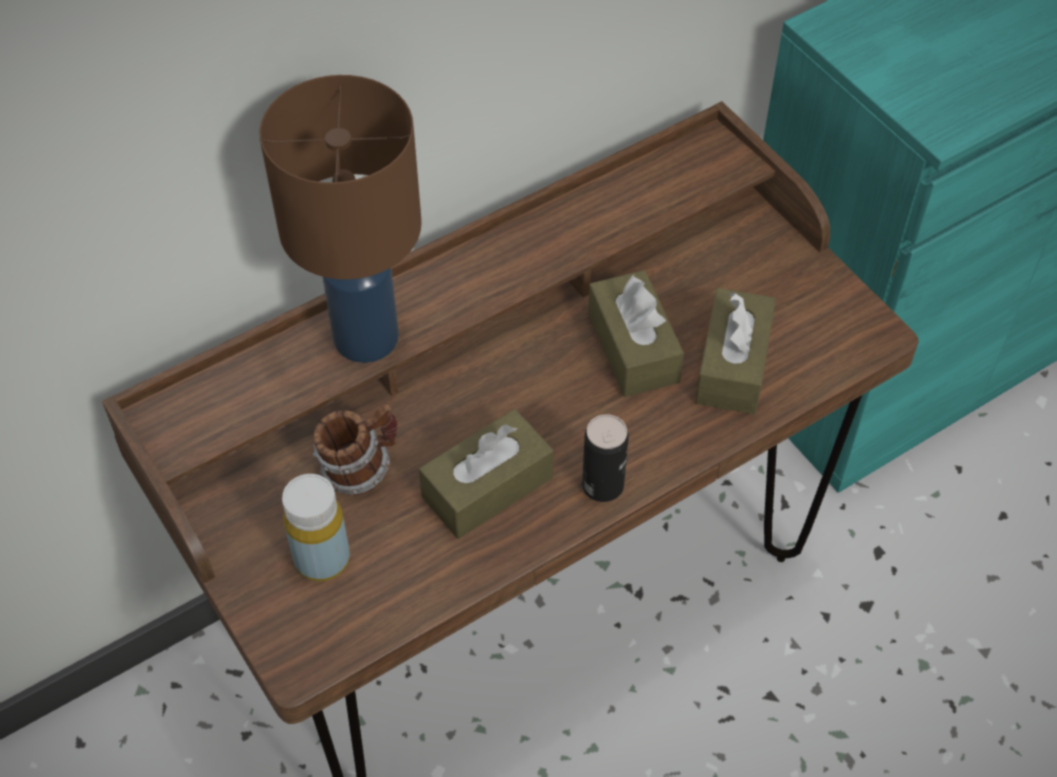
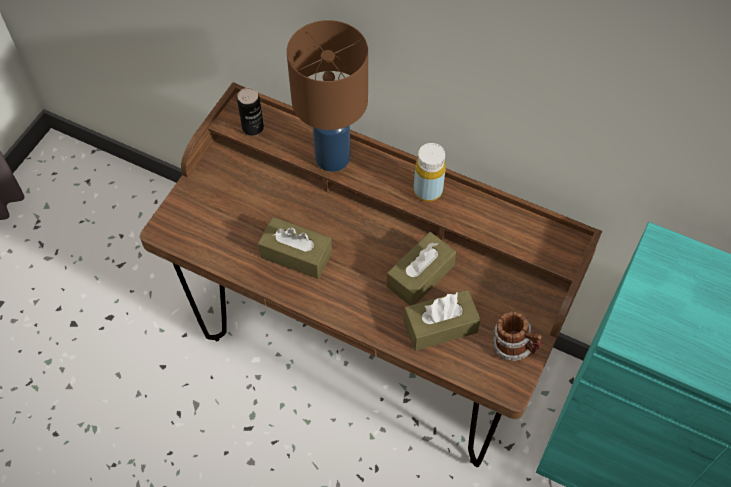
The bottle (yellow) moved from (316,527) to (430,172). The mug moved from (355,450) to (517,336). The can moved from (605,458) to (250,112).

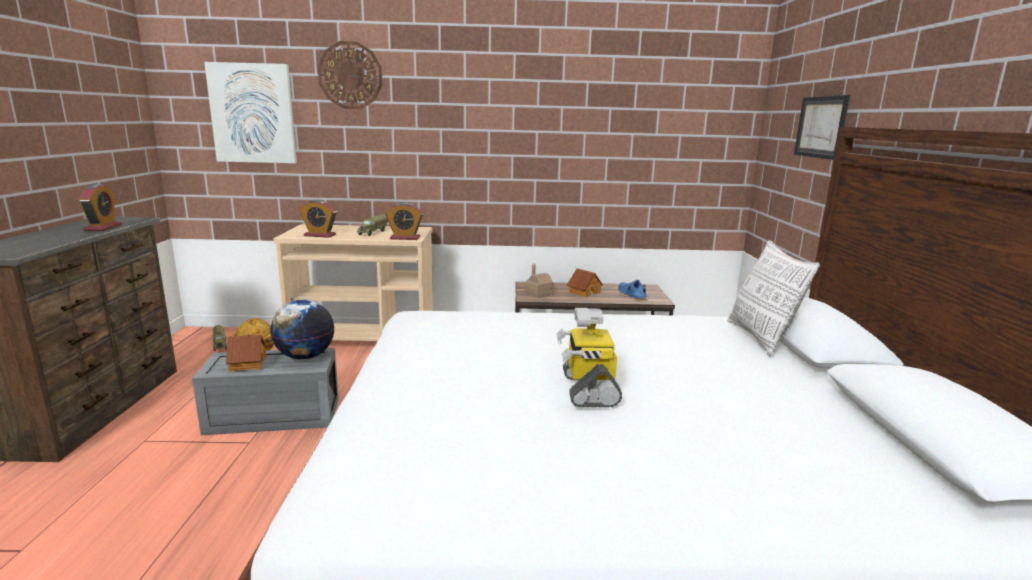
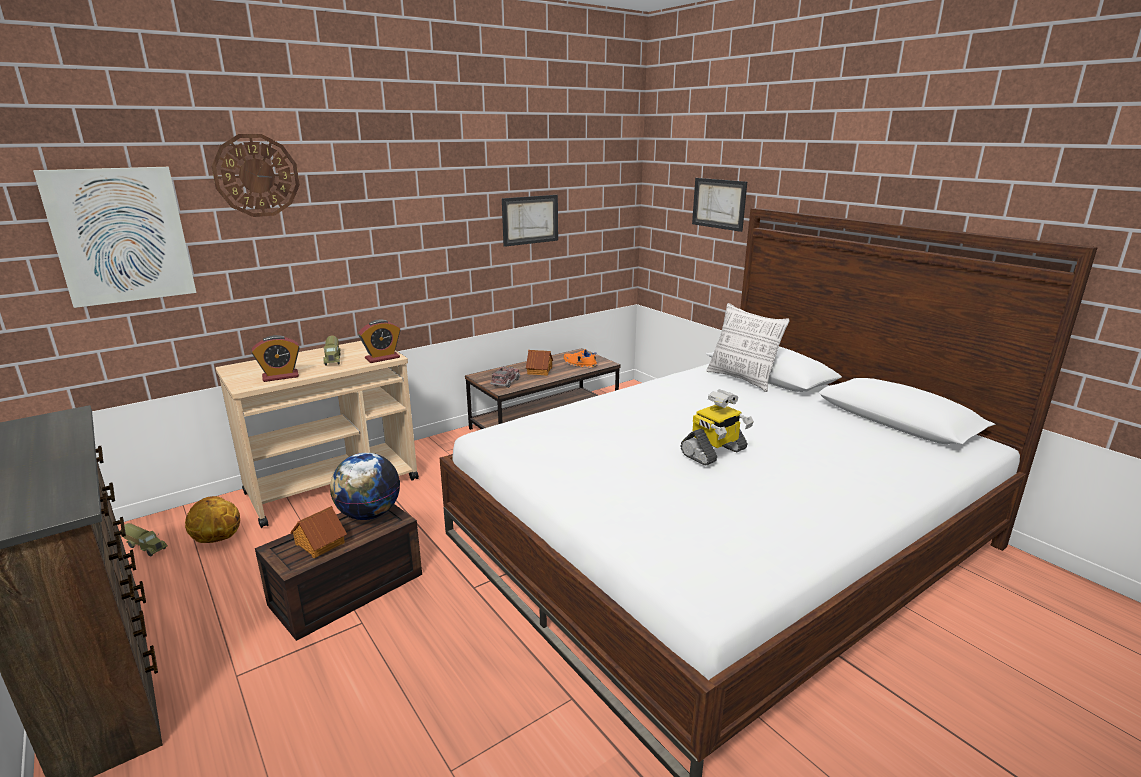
The alarm clock at (100,207) disappeared. The storage box (grey) at (265,391) became the storage box (brown) at (338,572). The toy house at (539,280) was replaced by the toy truck at (505,377). The toy robot at (589,358) turned 90 degrees counterclockwise. The shoe (blue) at (632,290) became the shoe (orange) at (580,358). The picture at (530,221) appeared.

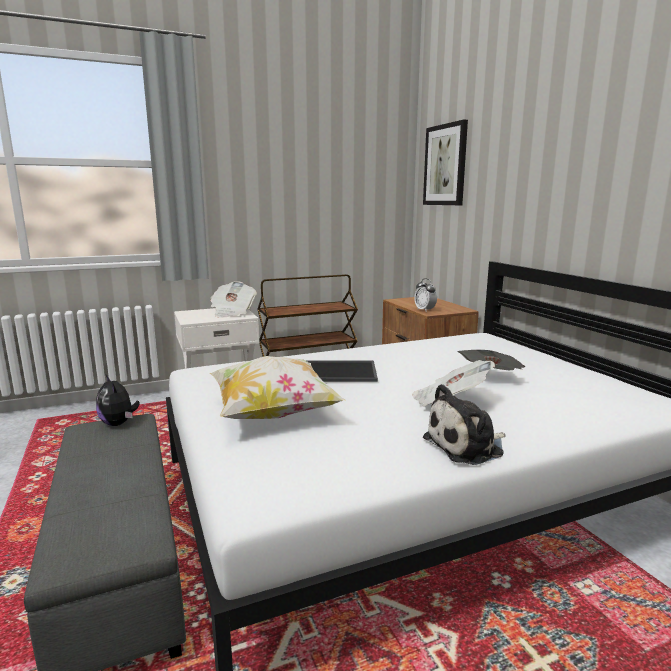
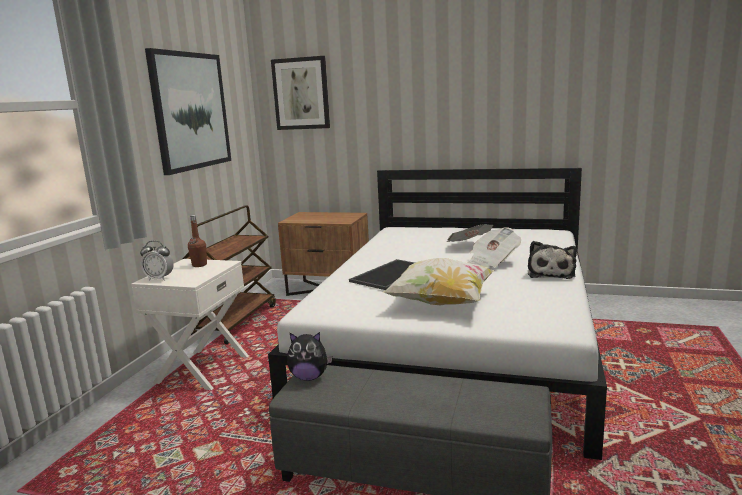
The newspaper at (233,299) was replaced by the bottle (brown) at (197,241). The alarm clock moved from (425,295) to (157,261). The picture at (188,111) appeared.

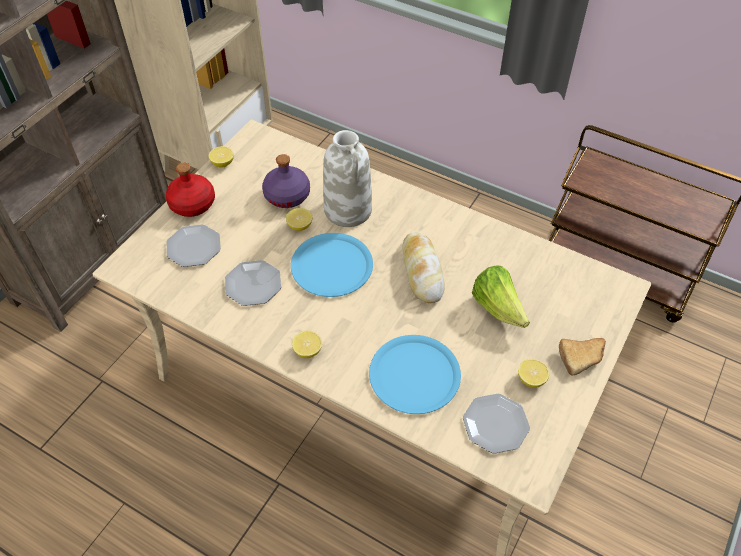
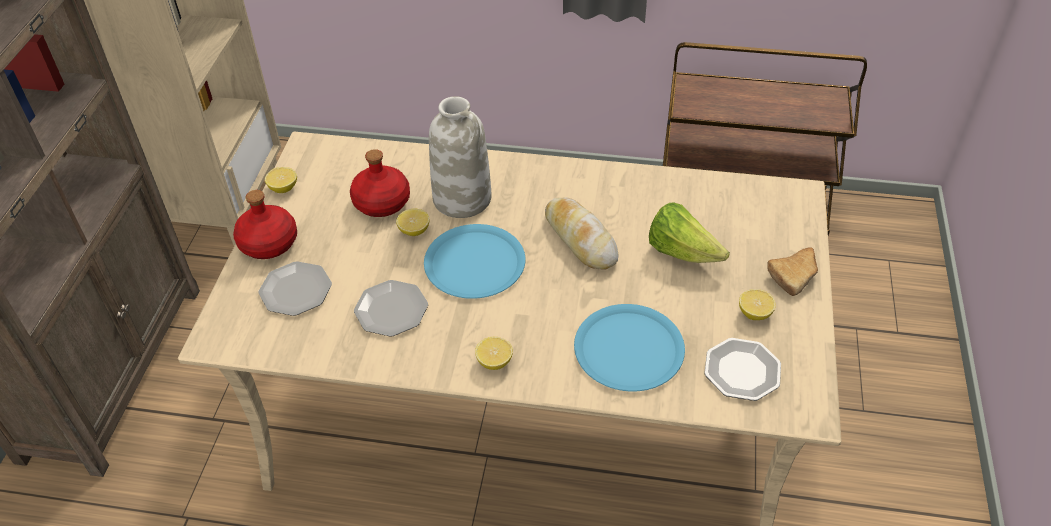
The bottle (purple) at (286,181) became the bottle (red) at (380,183).

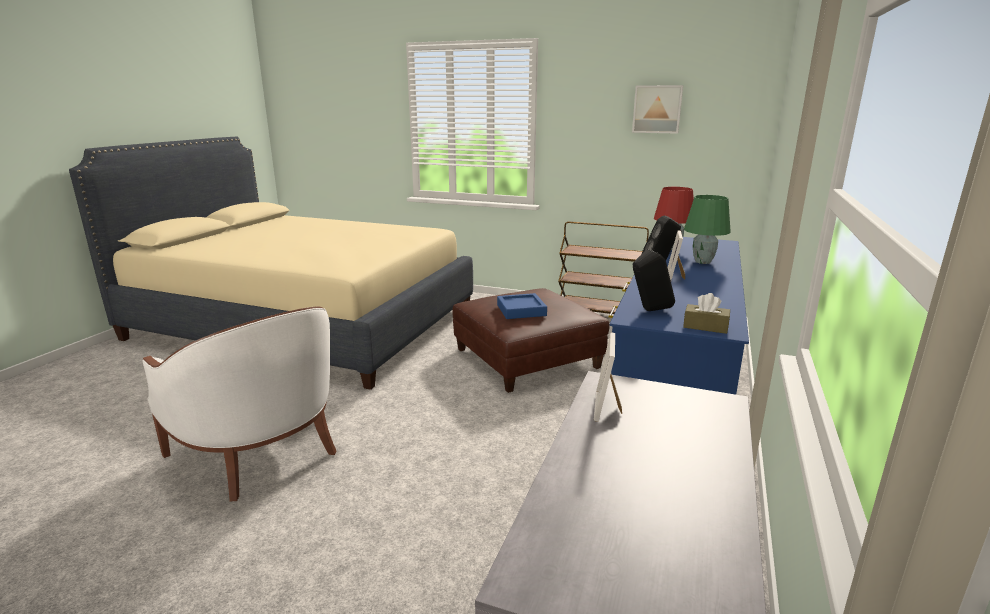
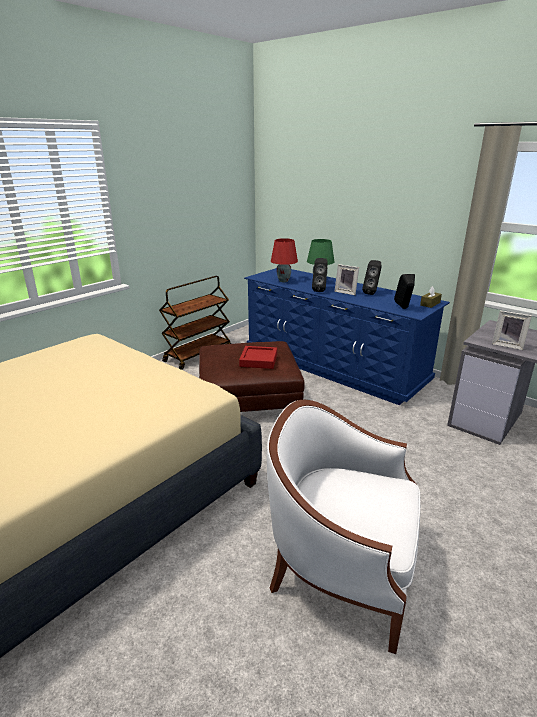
The armchair (white) at (239,403) turned 135 degrees counterclockwise. The tray (blue) at (522,306) became the tray (red) at (258,357). The picture at (657,109) disappeared. The speaker (black) at (372,277) appeared.

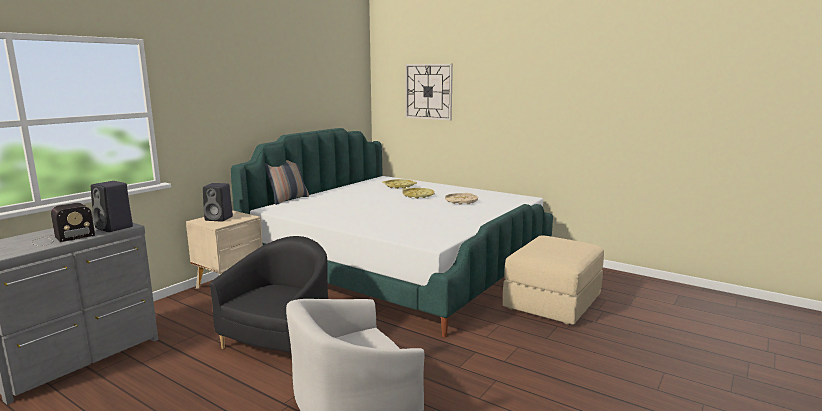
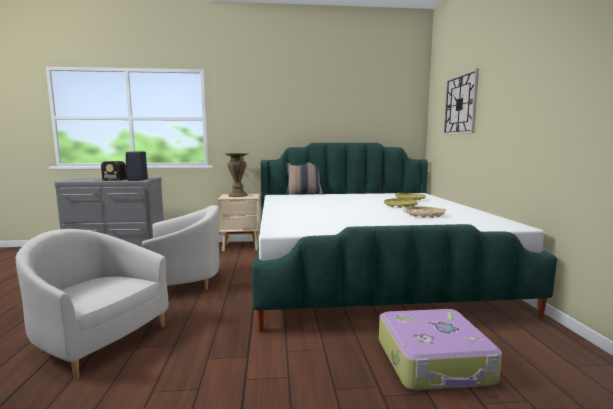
The speaker (black) at (218,202) was replaced by the vase (brown) at (237,175). The armchair (black) at (269,294) became the armchair (white) at (181,247). The ottoman (beige) at (553,280) was replaced by the suitcase at (440,349).

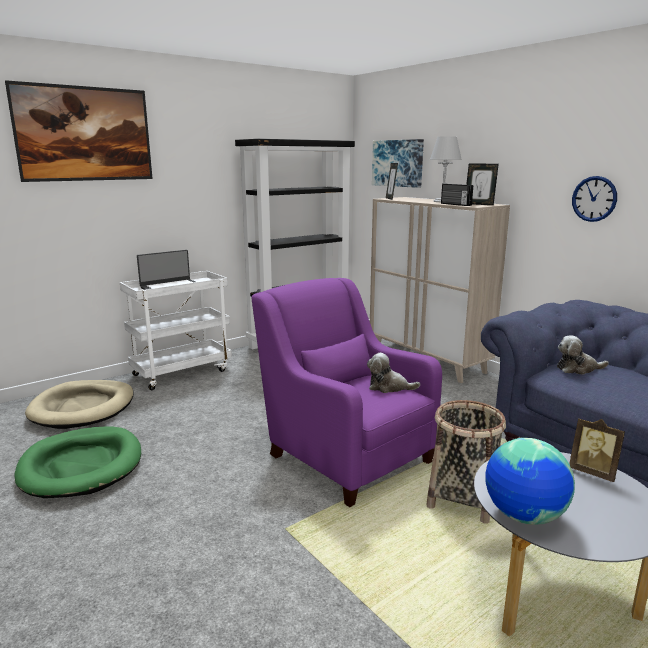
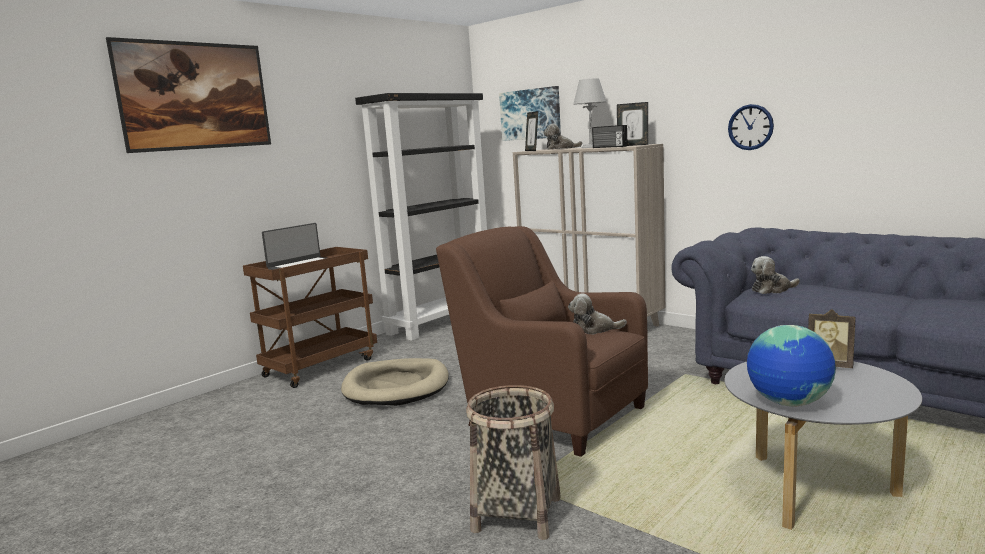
The dog bed (green) at (77,462) disappeared. The dog bed (beige) moved from (79,404) to (395,382). The cart (white) at (176,330) became the cart (brown) at (310,317). The armchair (purple) at (347,392) became the armchair (brown) at (542,341). The basket moved from (466,462) to (513,462). The plush toy at (563,137) appeared.

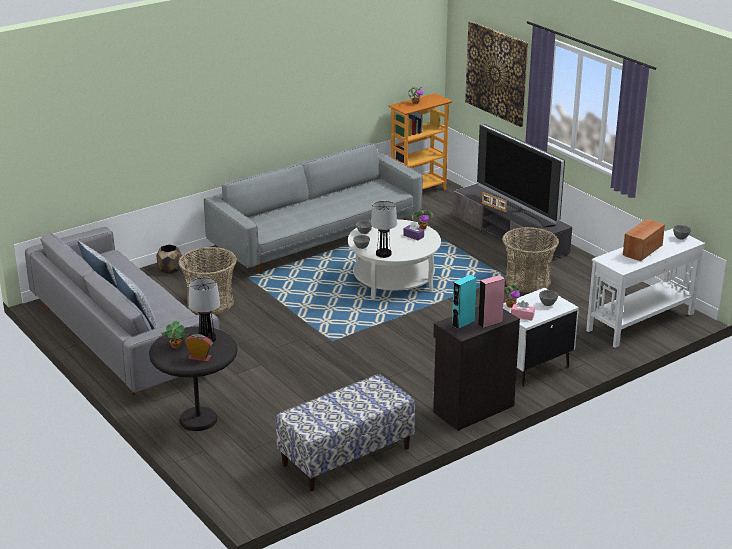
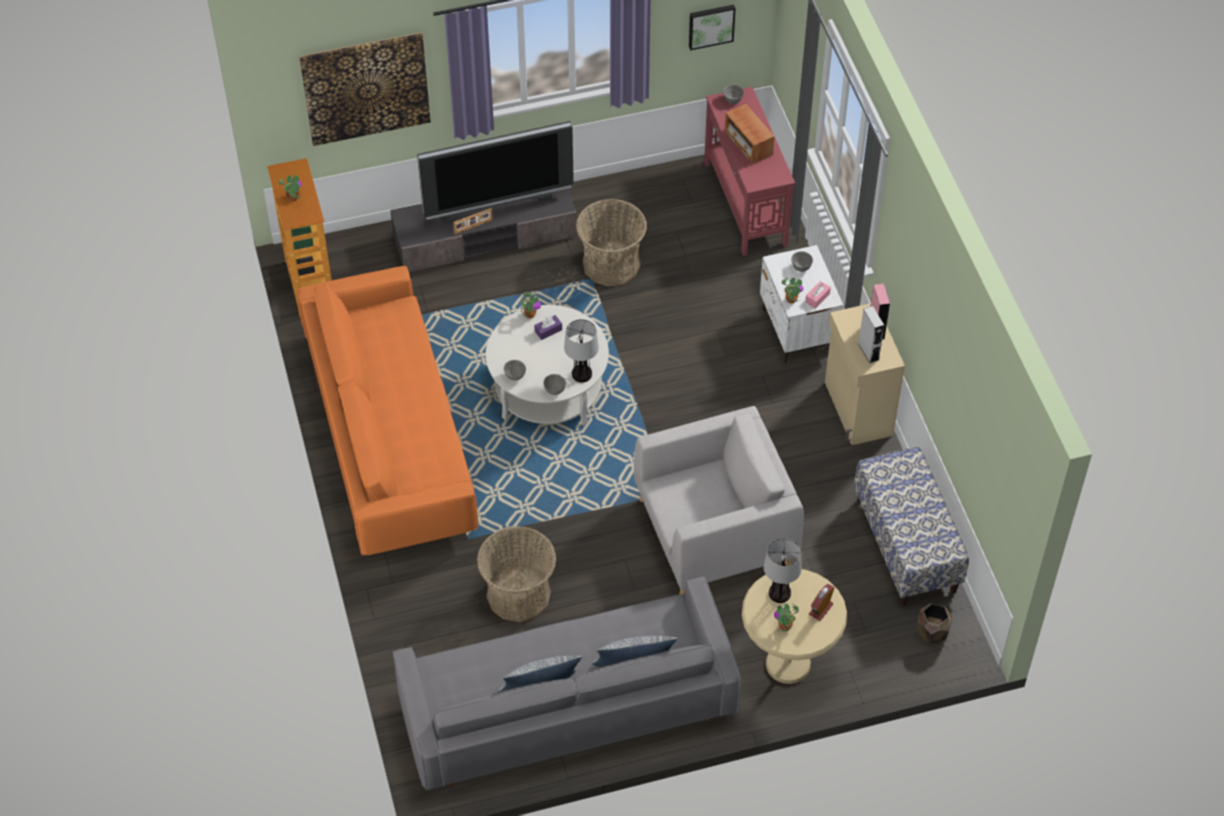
The side table (black) at (193,379) became the side table (beige) at (794,626). The planter (brown) moved from (169,259) to (934,623). The sofa (grey) at (313,208) became the sofa (orange) at (387,410). The cabinet (black) at (476,368) became the cabinet (beige) at (865,374). The speaker (turquoise) at (464,302) became the speaker (grey) at (871,334). The console table (white) at (645,288) became the console table (red) at (749,171). The armchair (grey) at (719,500) appeared. The picture at (712,27) appeared.

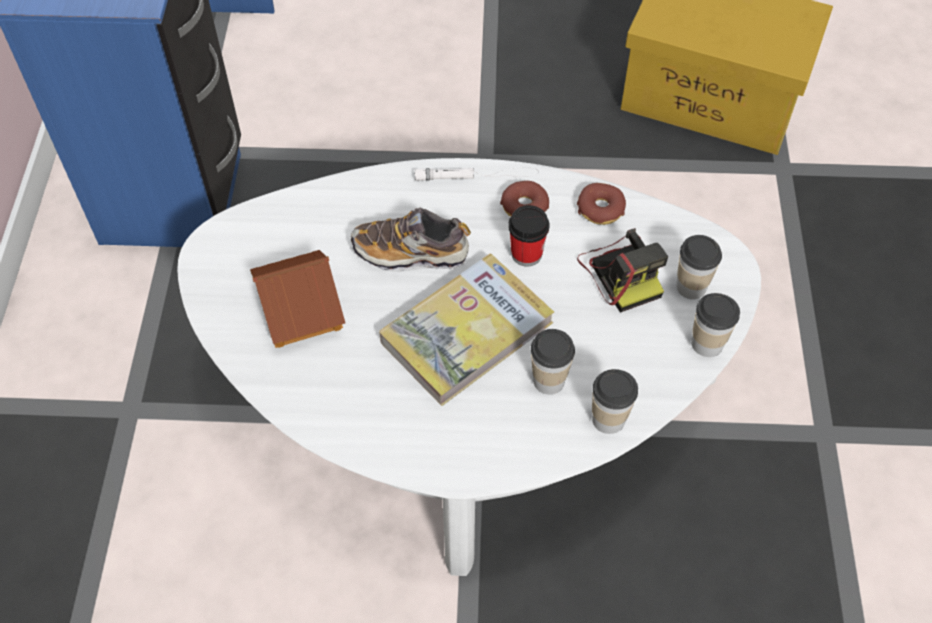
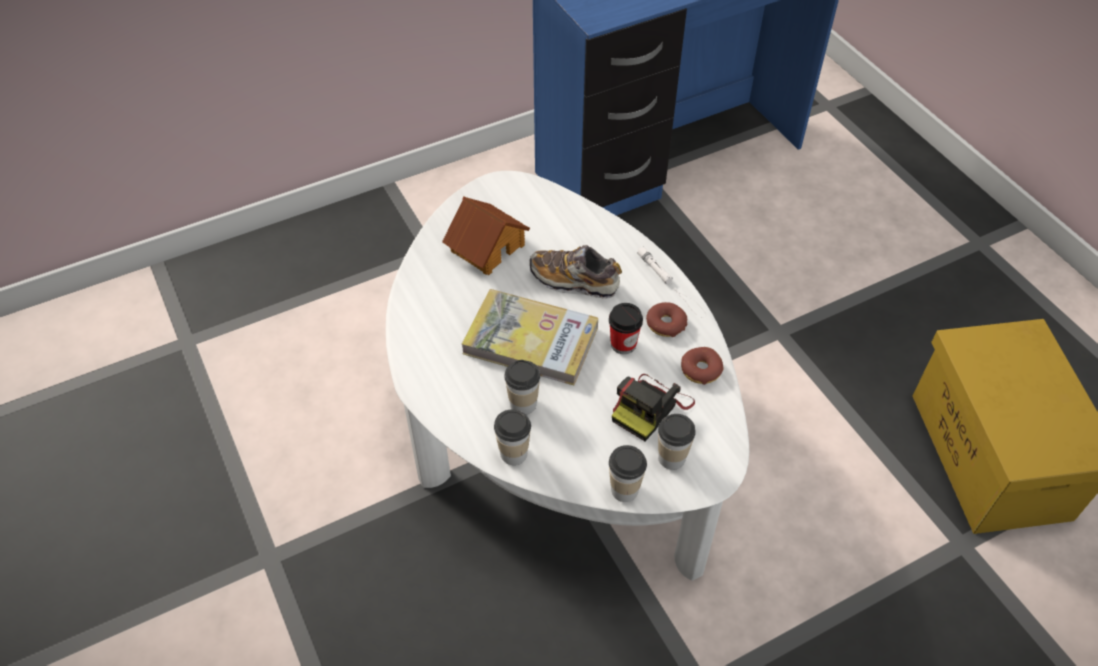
The shoe at (411,239) turned 45 degrees counterclockwise.

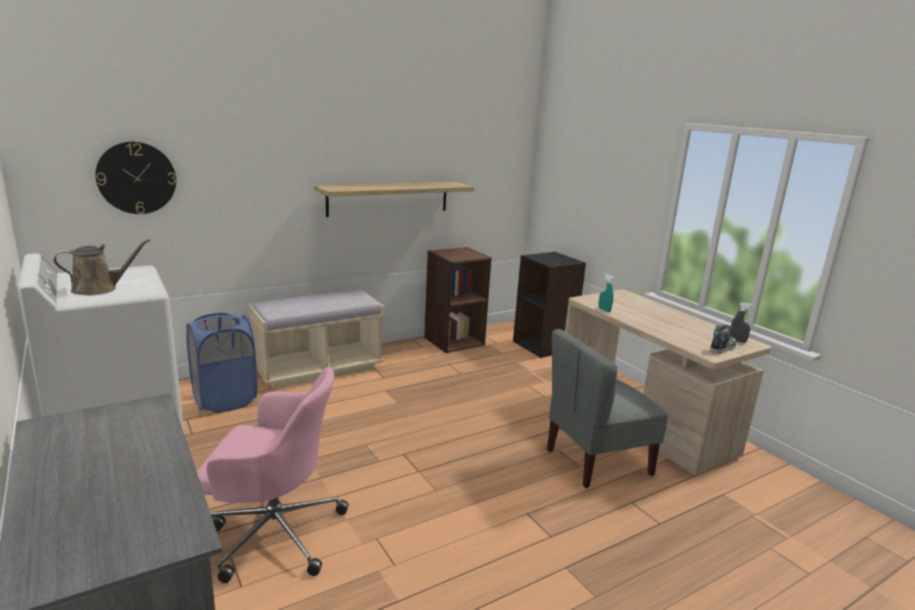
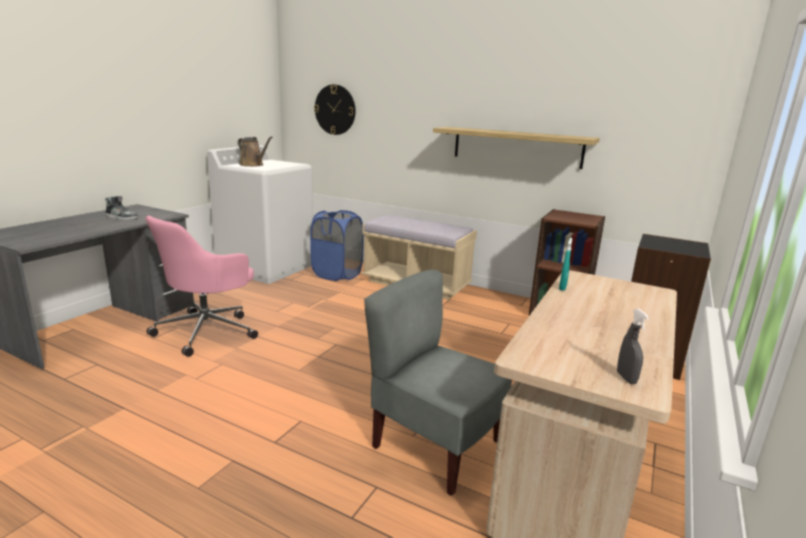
The office chair (pink) at (273,475) turned 60 degrees clockwise. The shoe moved from (723,339) to (121,208).

